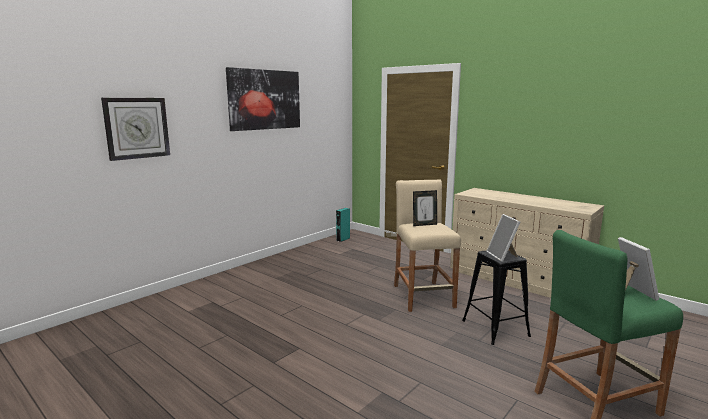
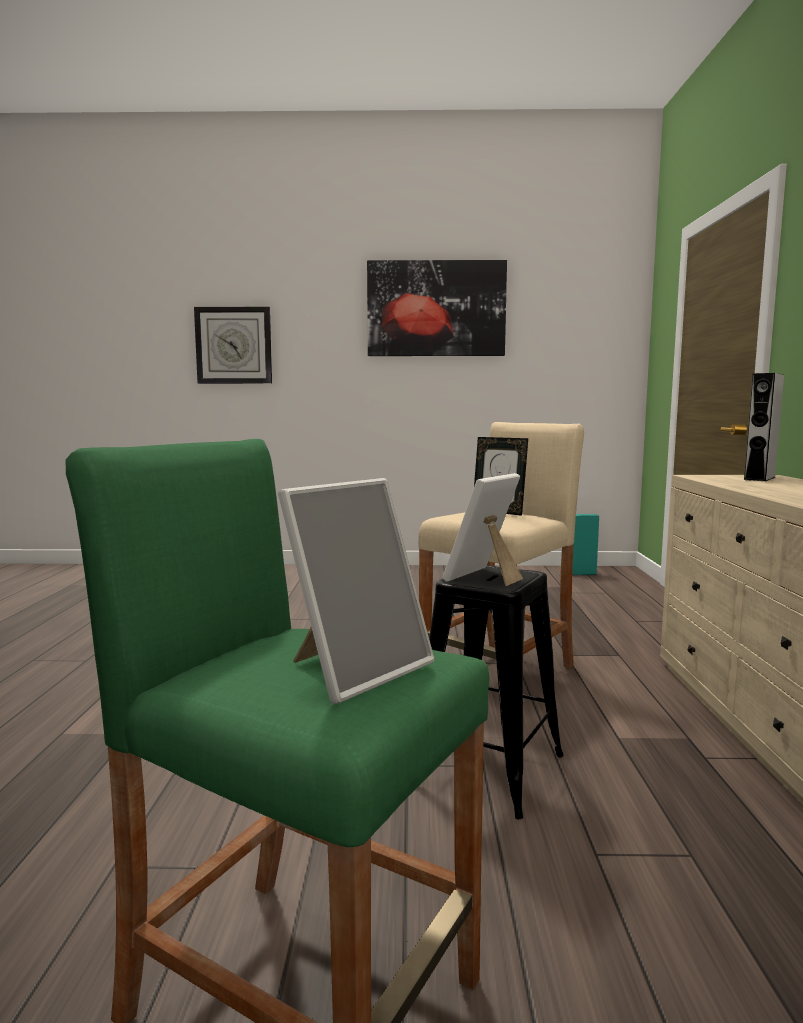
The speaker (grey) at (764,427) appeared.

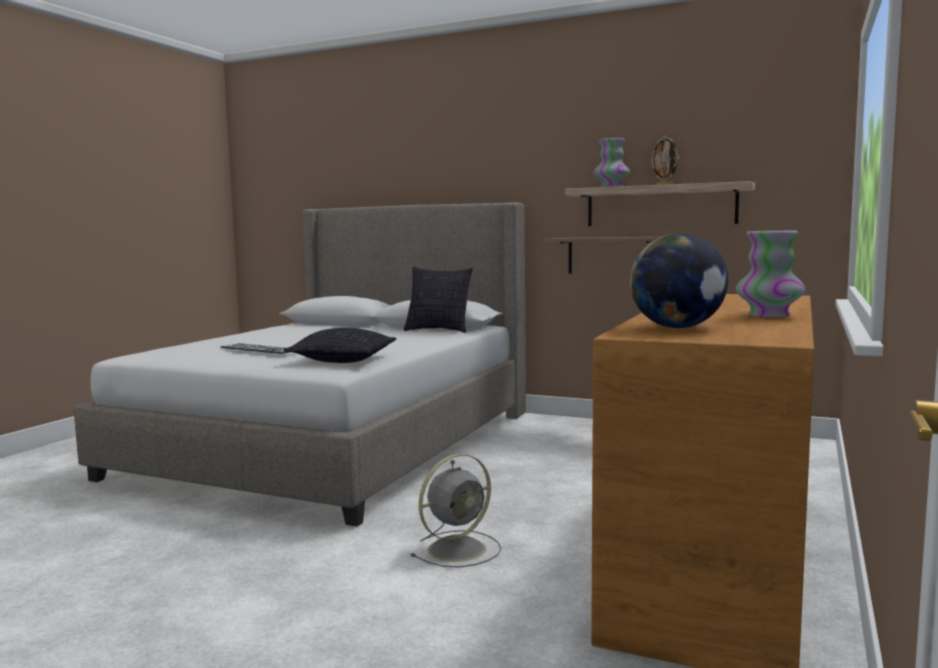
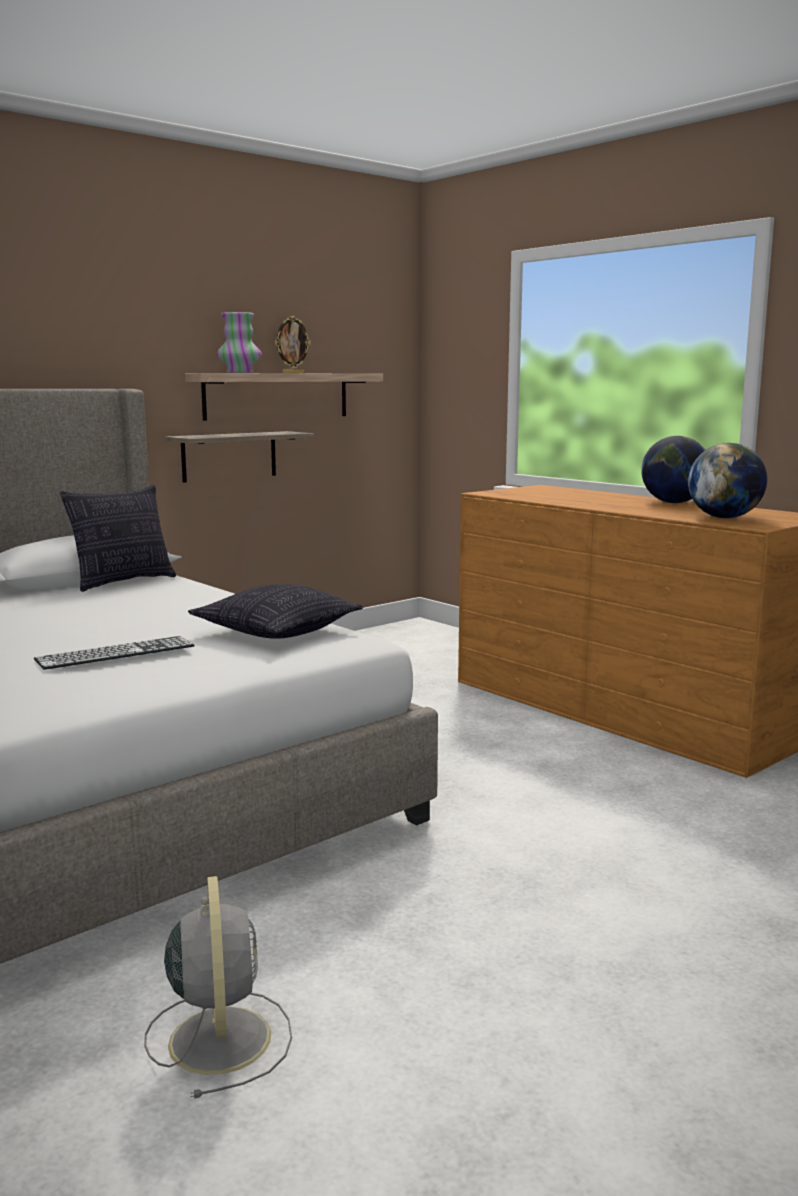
The fan (grey) moved from (455,511) to (218,987). The vase at (771,274) was replaced by the globe at (673,469).

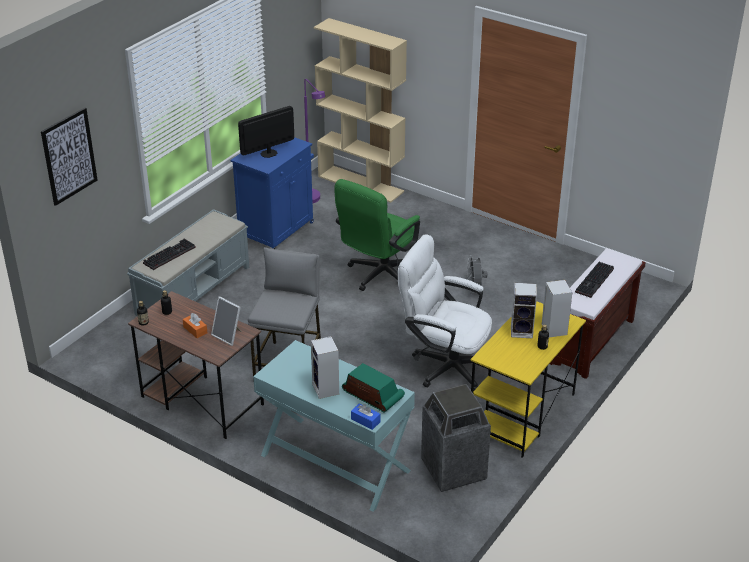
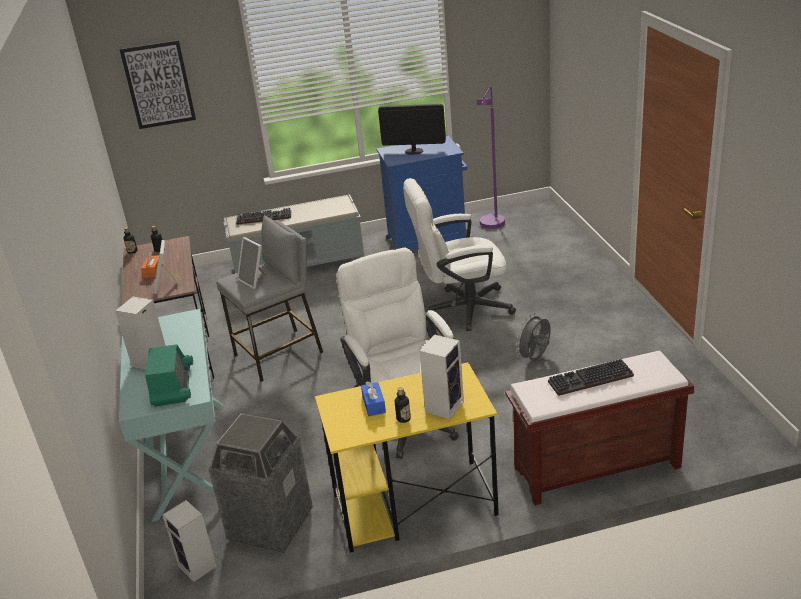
The bookcase (beige) at (360,110) disappeared. The office chair (green) at (377,235) became the office chair (white) at (459,254). The tissue box (blue) moved from (365,416) to (373,398). The speaker moved from (524,310) to (189,541). The picture frame at (253,263) appeared.

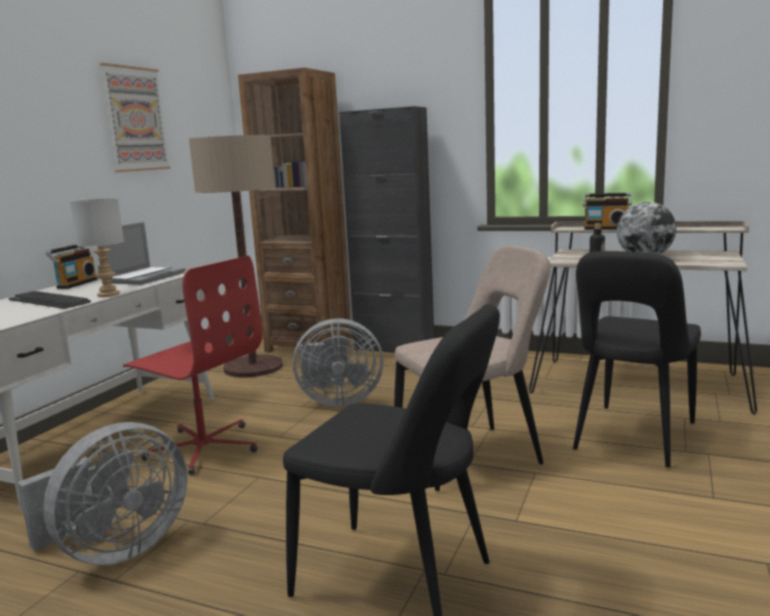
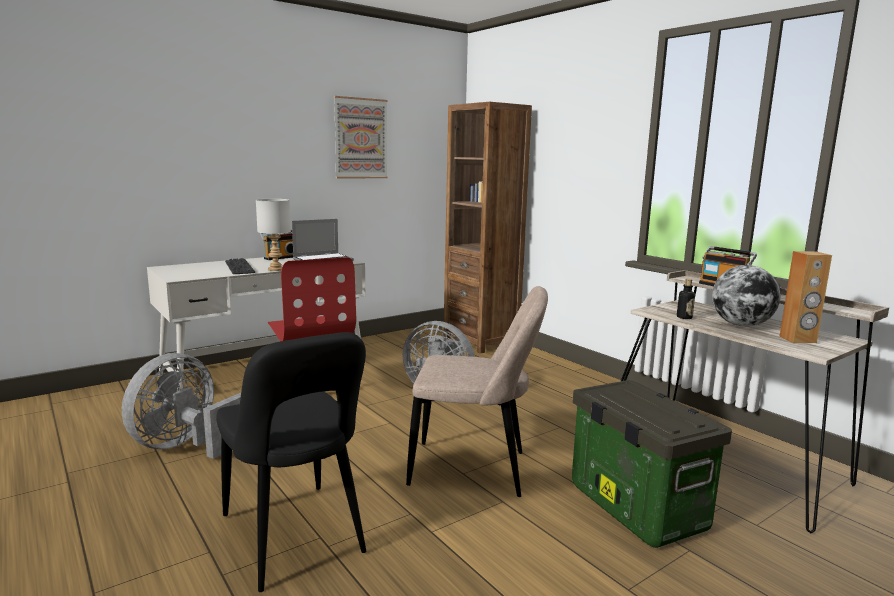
The fan (grey) at (102,493) turned 135 degrees clockwise. The floor lamp at (236,256) disappeared. The cabinet (black) at (386,229) disappeared. The chair (black) at (637,359) was replaced by the storage box at (652,464). The speaker (brown) at (806,297) appeared.

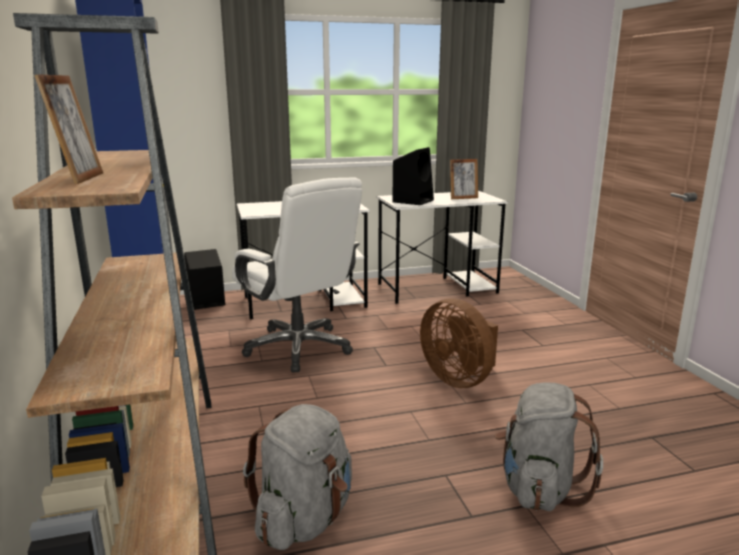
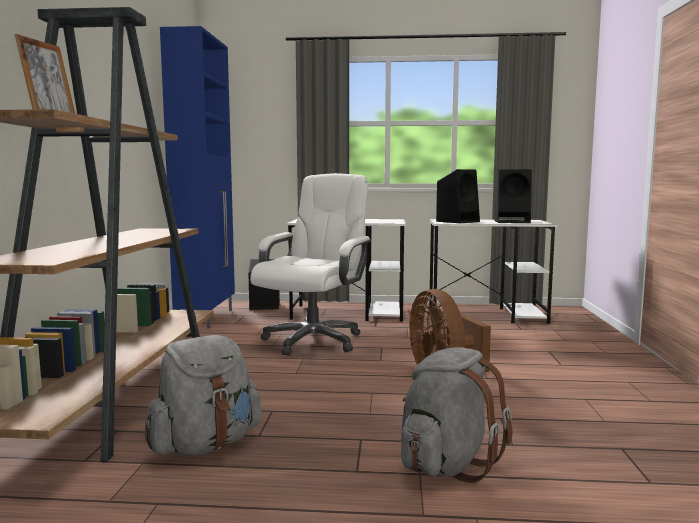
The office chair (white) at (297,274) turned 135 degrees counterclockwise. The picture frame at (464,179) was replaced by the speaker (black) at (513,196).

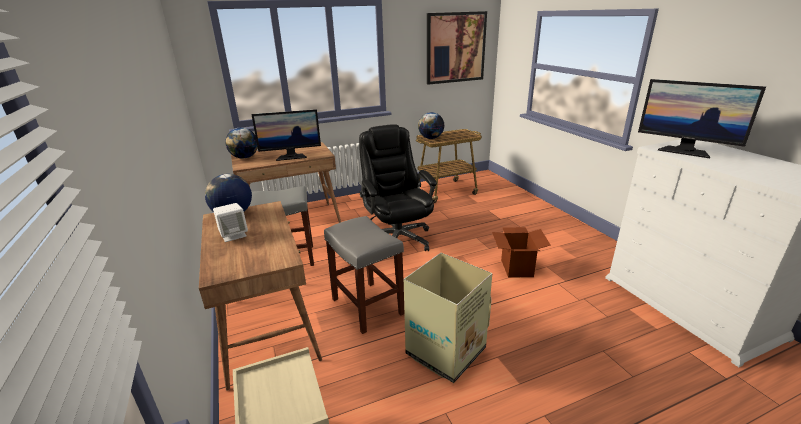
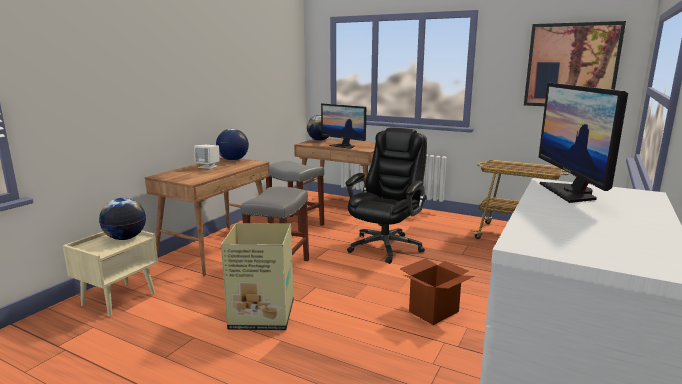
The globe moved from (431,125) to (122,219).

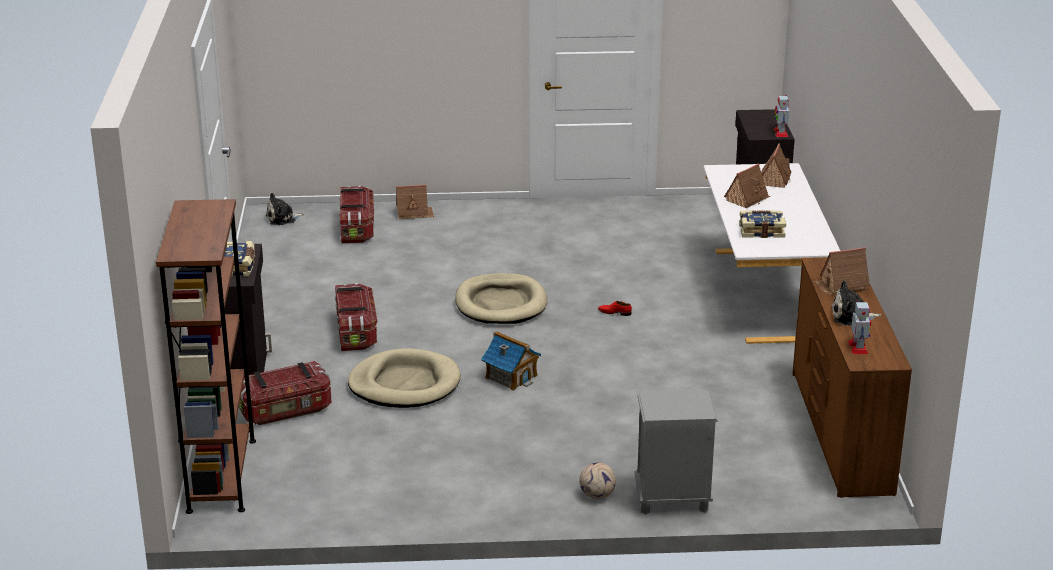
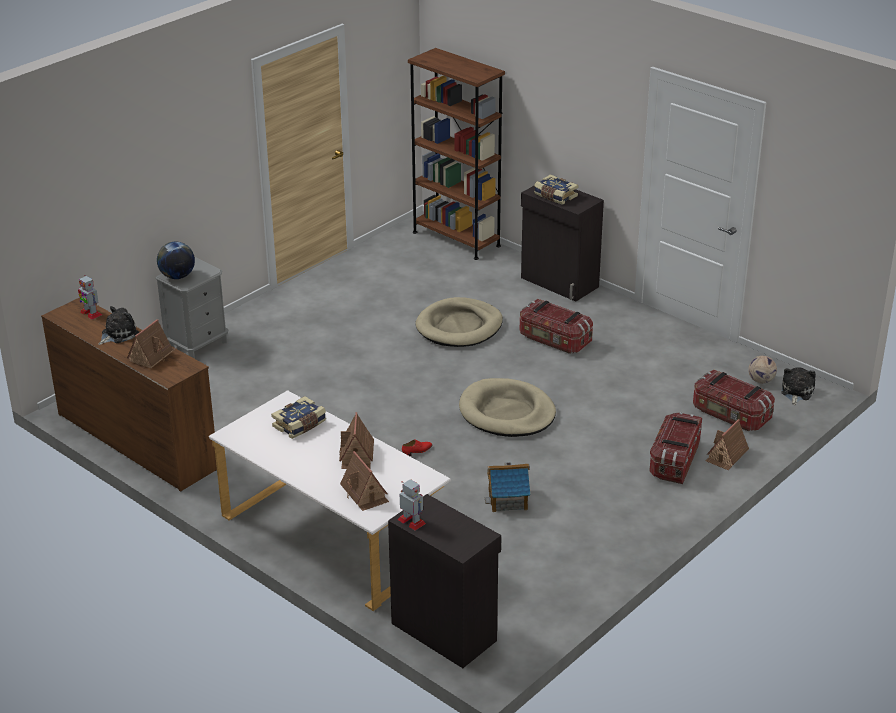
The storage box moved from (285,393) to (675,448). The toy house moved from (511,361) to (507,487). The football moved from (597,481) to (762,370). The globe at (176,260) appeared.

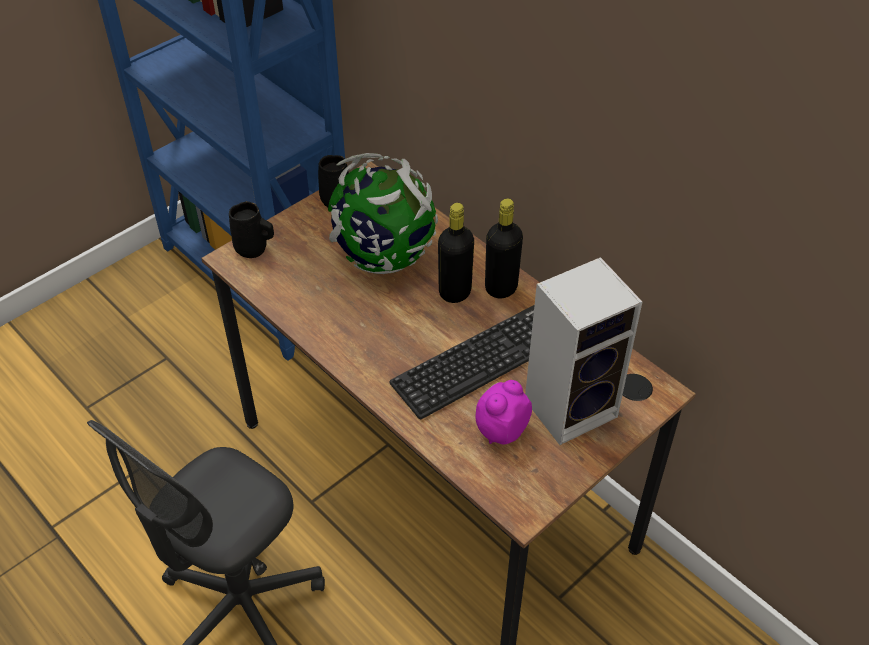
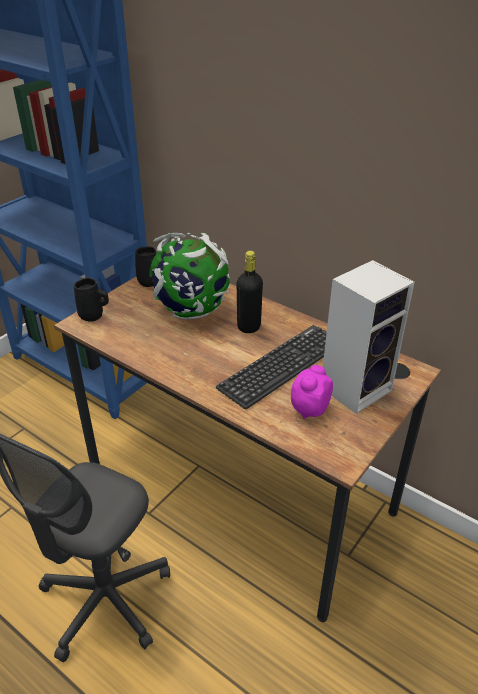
The bottle (black) at (504,248) disappeared.

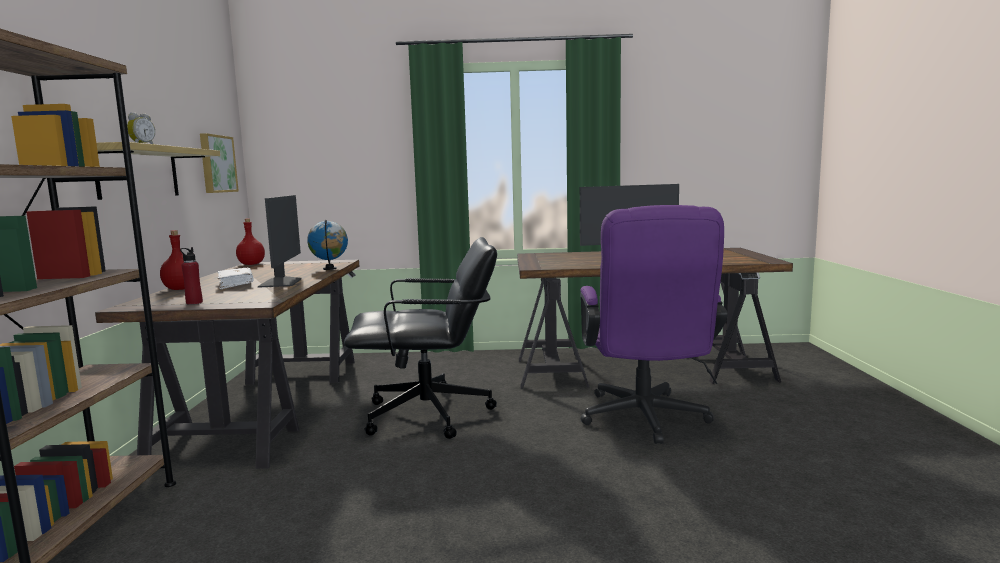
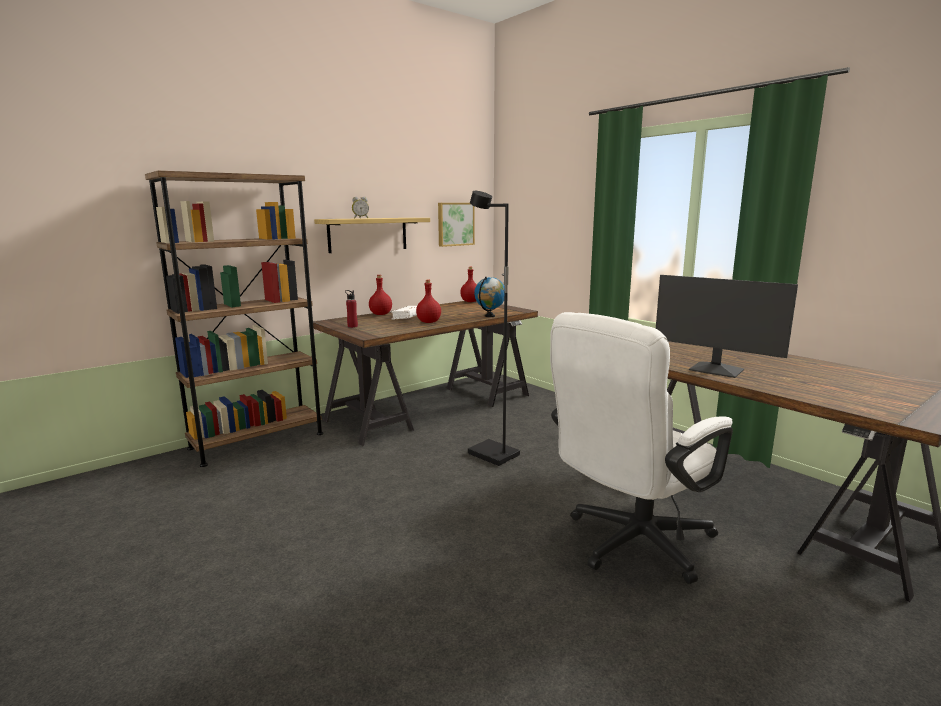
The monitor at (279,241) was replaced by the bottle (red) at (428,301). The office chair (black) at (420,338) was replaced by the floor lamp (black) at (494,328). The office chair (purple) at (654,324) became the office chair (white) at (641,448).

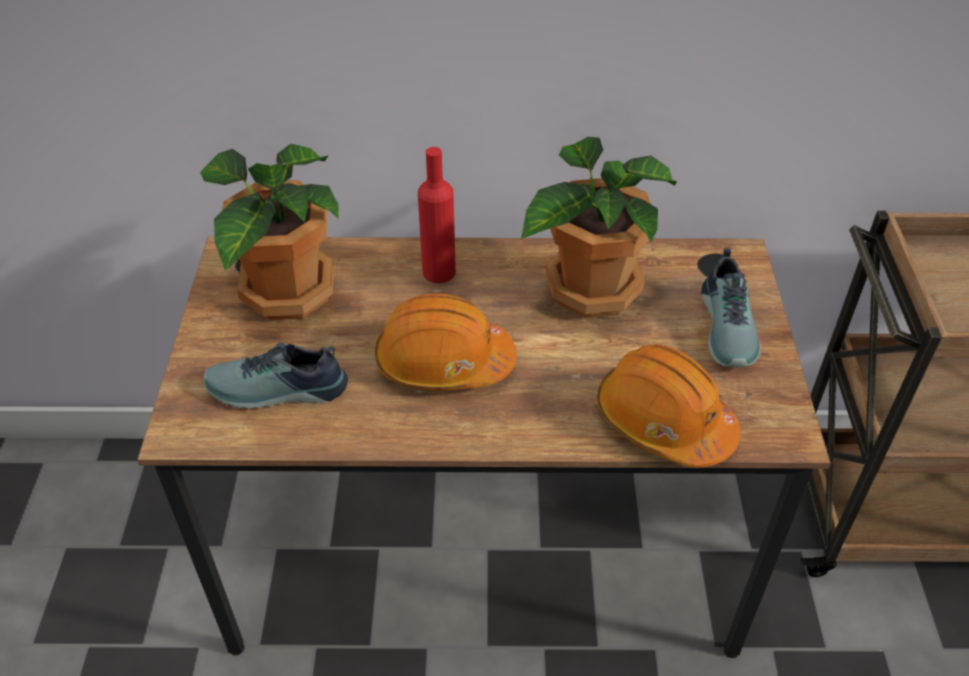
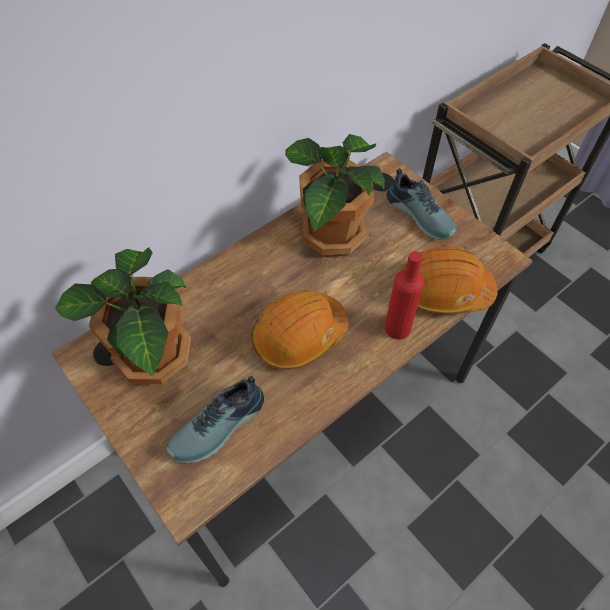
The bottle (red) moved from (437,215) to (404,295).

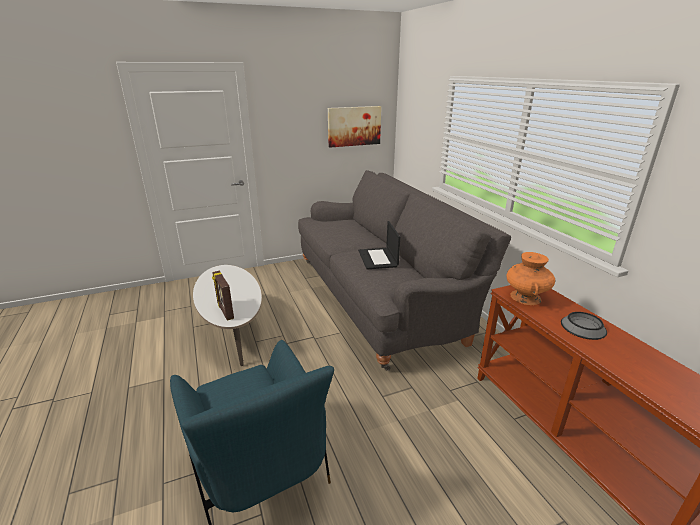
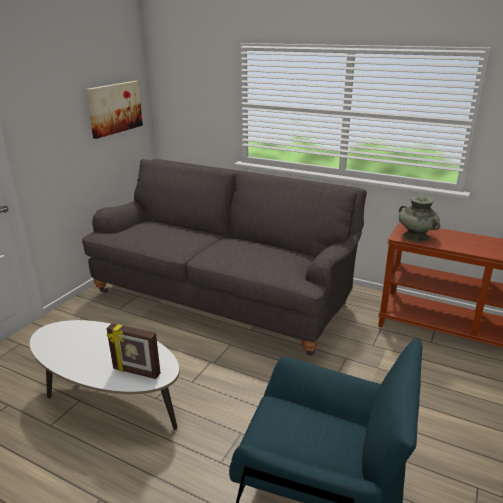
The laptop at (379,245) disappeared. The vase (orange) at (530,278) became the vase (turquoise) at (419,219). The bowl at (584,326) disappeared.

